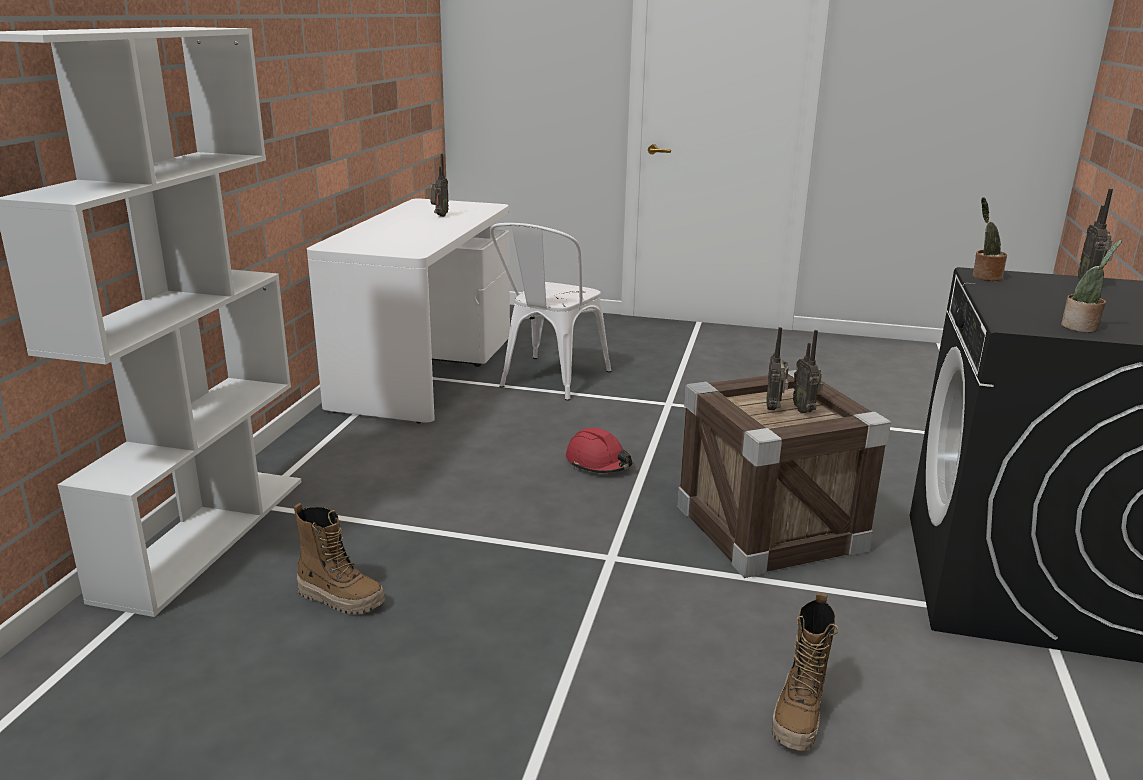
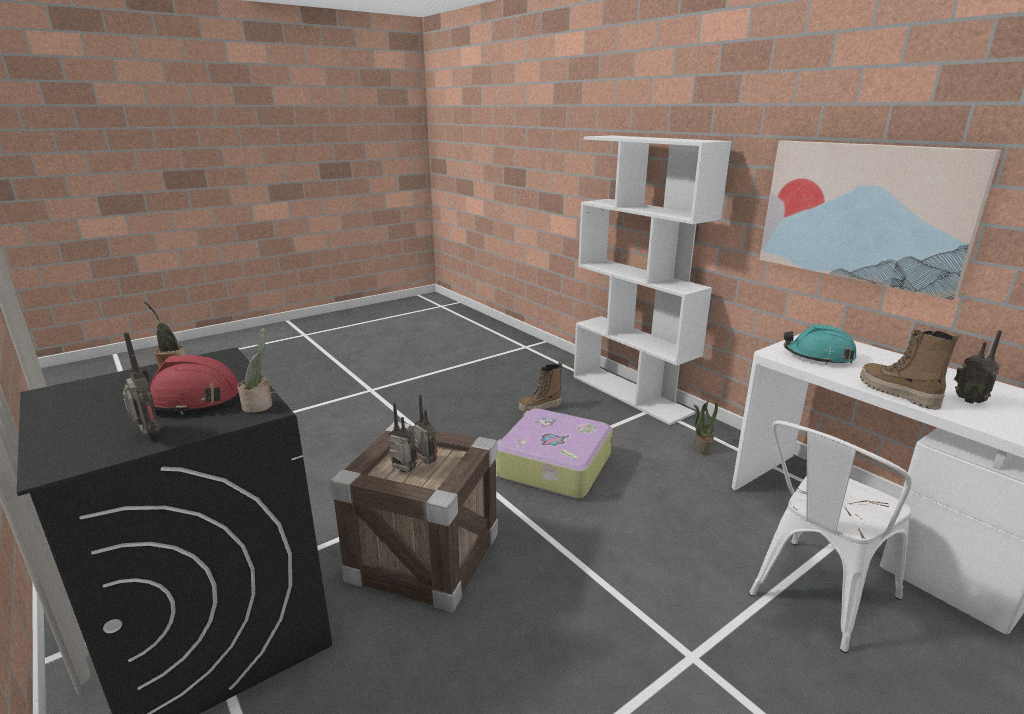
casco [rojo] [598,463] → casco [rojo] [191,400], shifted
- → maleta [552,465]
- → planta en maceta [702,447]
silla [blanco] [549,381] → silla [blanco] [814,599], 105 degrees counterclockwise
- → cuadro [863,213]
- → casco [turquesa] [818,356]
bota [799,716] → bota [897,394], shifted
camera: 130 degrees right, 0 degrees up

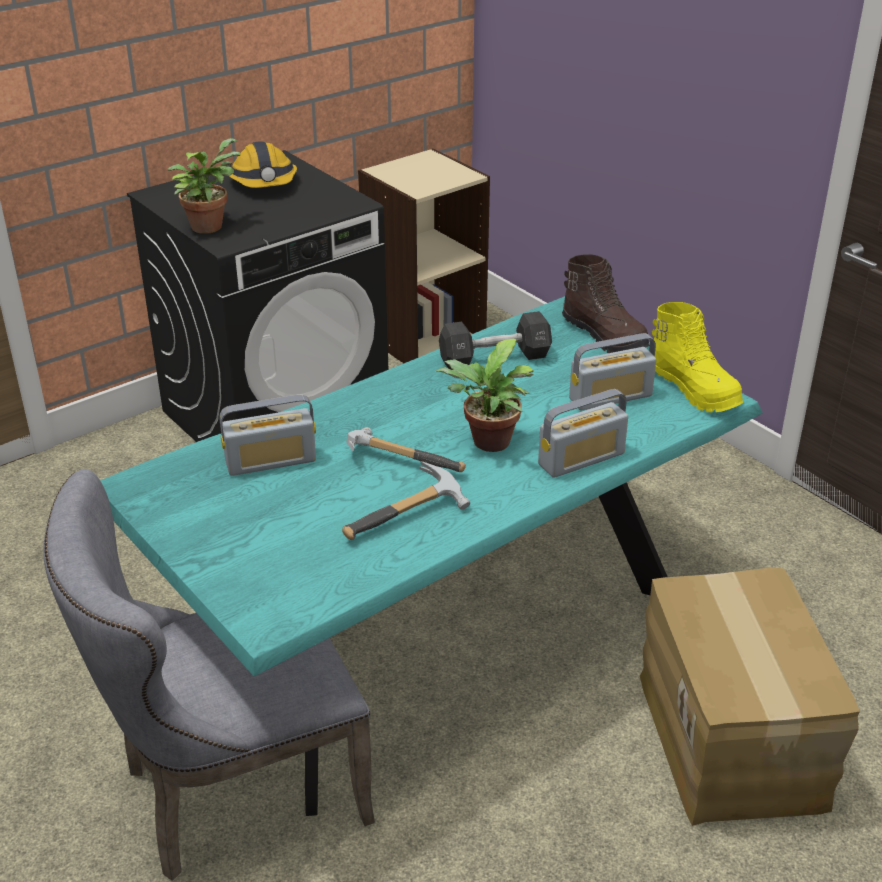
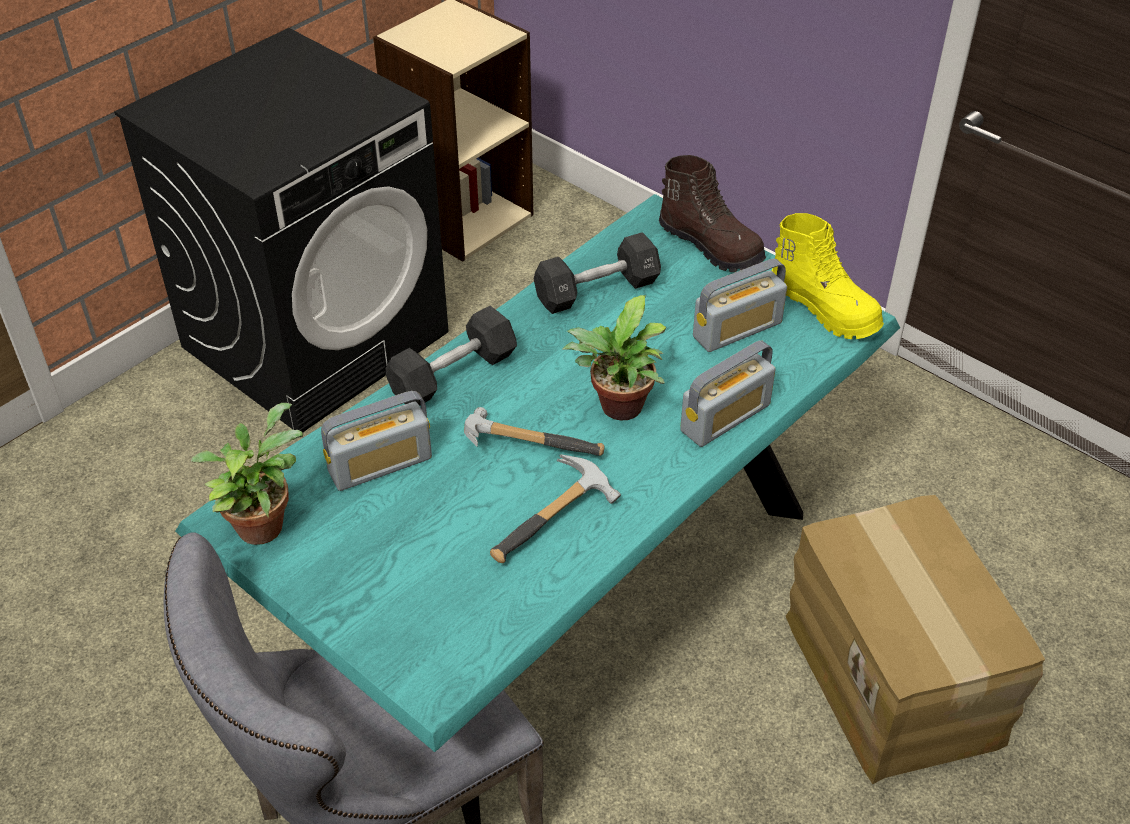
planta en maceta [208,225] → planta en maceta [262,522], shifted
- → mancuerna [negro] [453,374]
casco [264,183] → -
camera: 10 degrees left, 10 degrees up

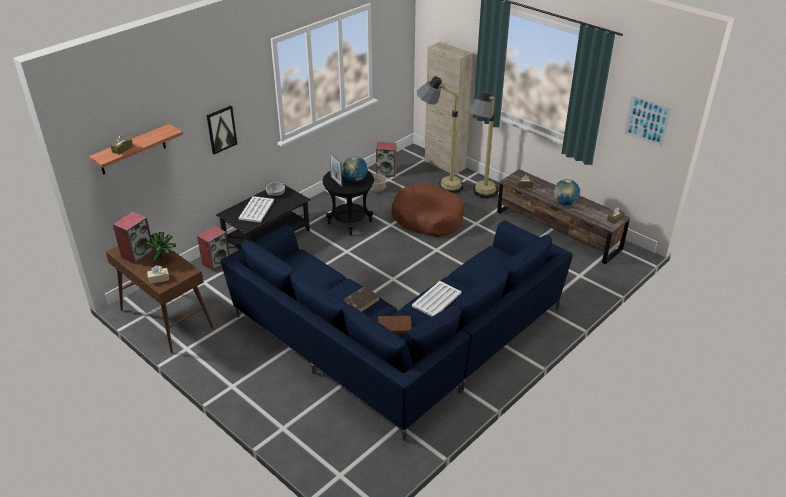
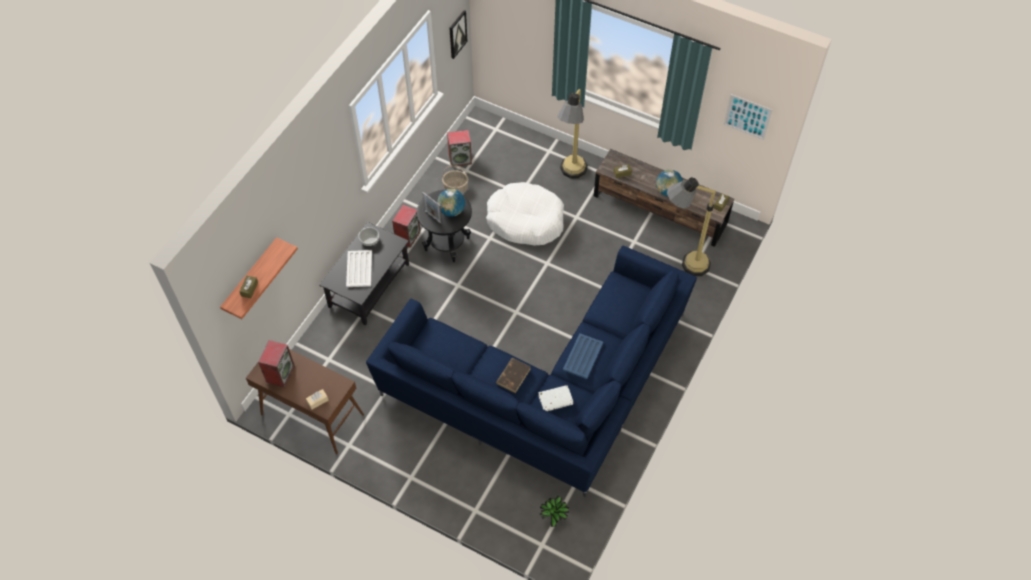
altavoz [216,262] → altavoz [407,236], shifted
cuadro [221,129] → cuadro [457,34], shifted
cama para perro [marrón] [427,218] → cama para perro [blanco] [525,220]
libro [marrón] [394,328] → libro [blanco] [555,400]
planta en maceta [164,260] → planta en maceta [554,517], shifted
bandeja [blanco] [437,299] → bandeja [azul] [583,356]
lámpara de pie [439,186] → lámpara de pie [682,265], shifted
armario [beis] [444,165] → -
camera: 15 degrees left, 20 degrees up

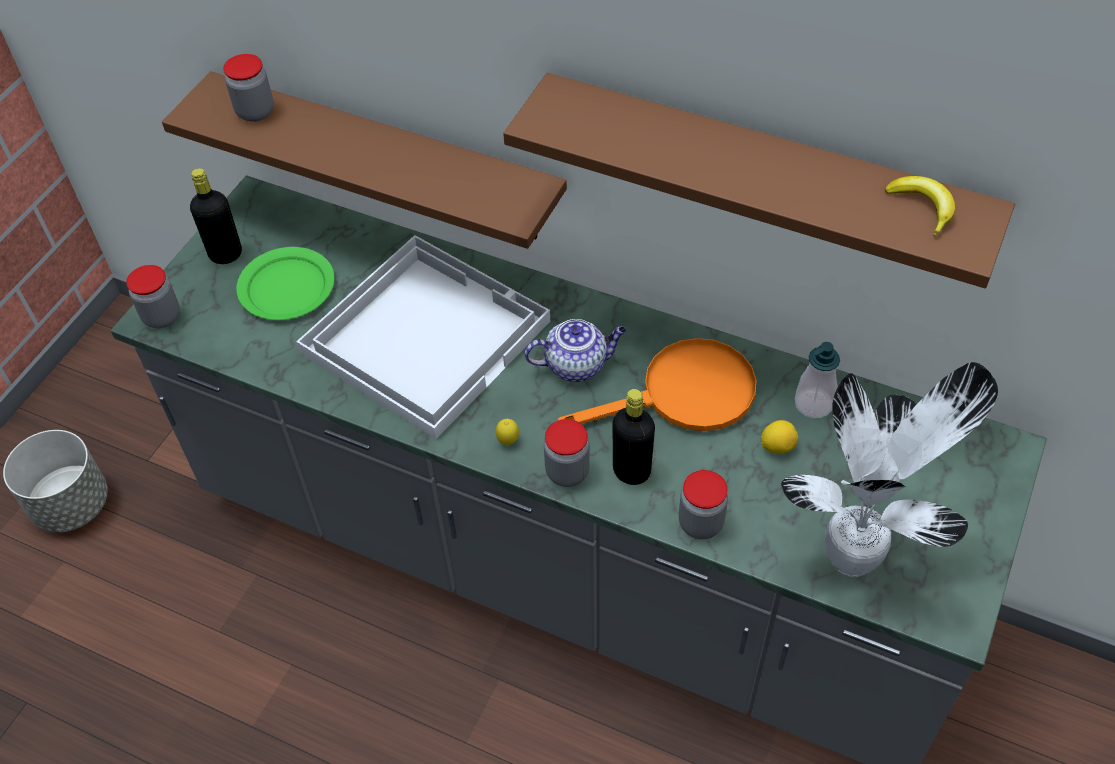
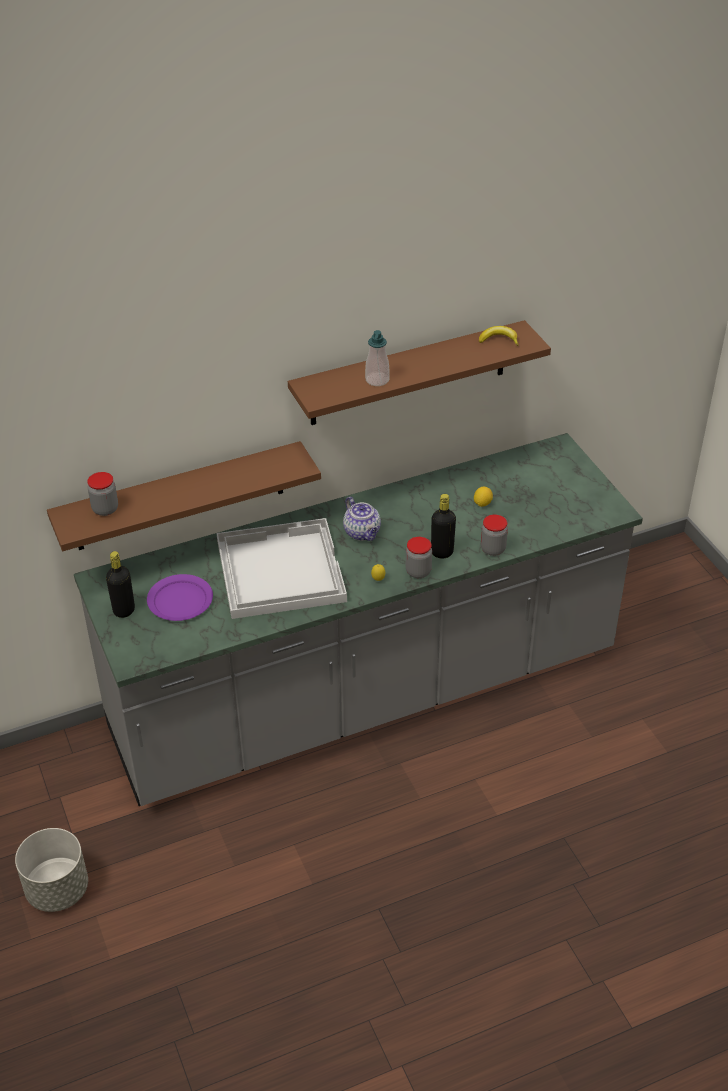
plato [verde] [286,287] → plato [morado] [180,600]
tetera [577,364] → tetera [362,533], 120 degrees clockwise
dispensador de jabón [813,404] → dispensador de jabón [377,380], shifted
tarro [162,316] → -
sartén [naranja] [683,395] → -
planta en maceta [856,557] → -
camera: 50 degrees left, 10 degrees down

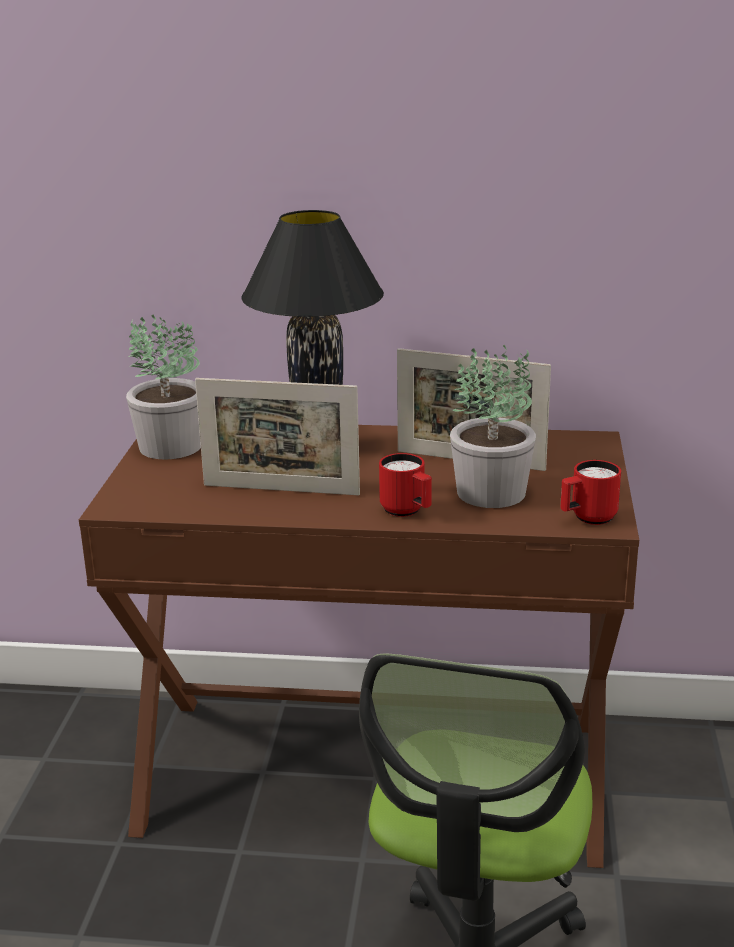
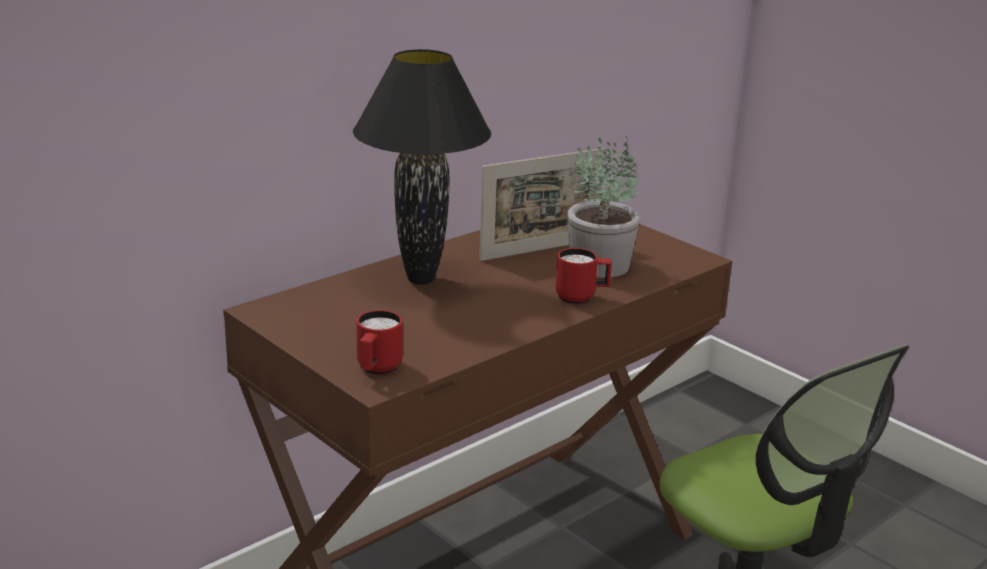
taza grande [rojo] [587,518] → taza grande [rojo] [377,370], shifted
planta en maceta [170,447] → -
portarretratos [281,490] → -
camera: 50 degrees left, 0 degrees up

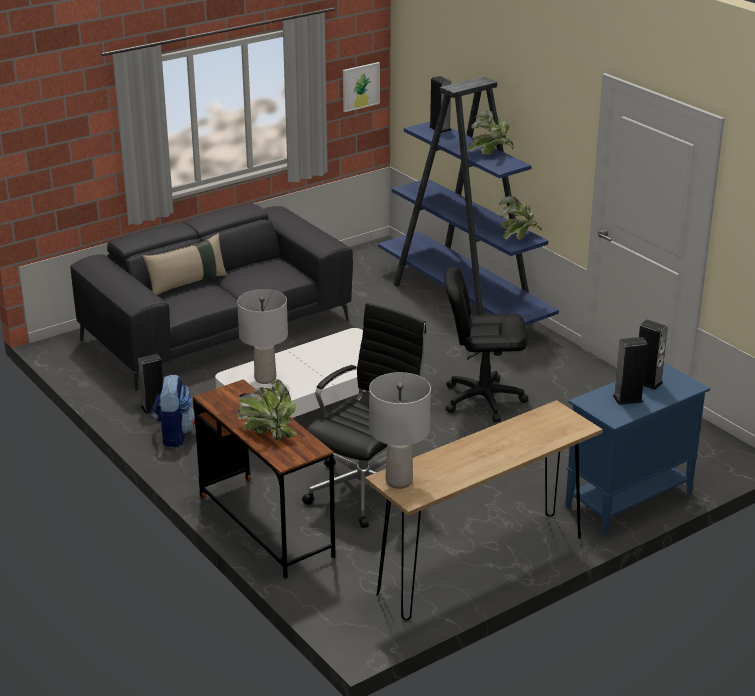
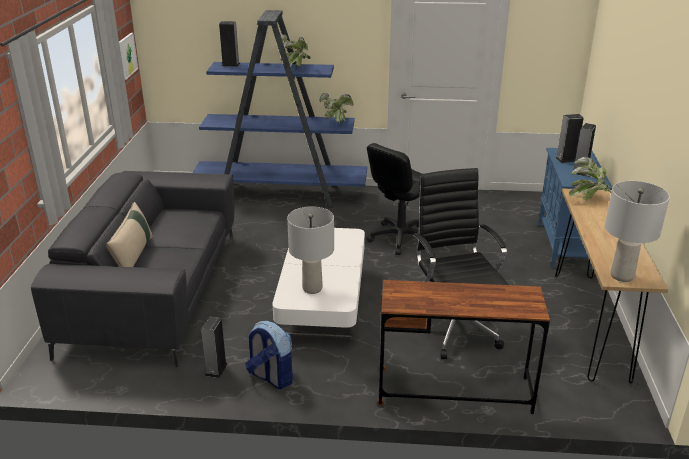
planta en maceta [268,432] → planta en maceta [588,197], shifted
camera: 50 degrees left, 0 degrees up

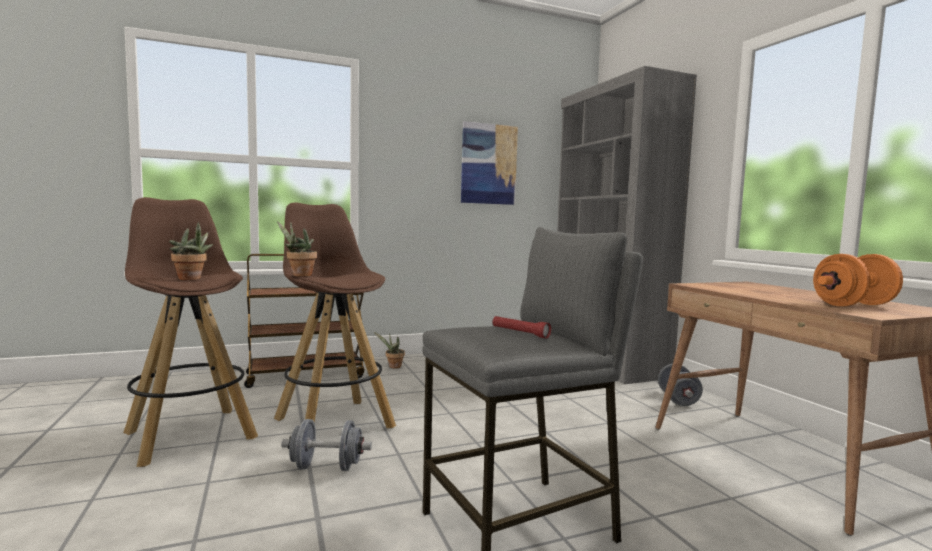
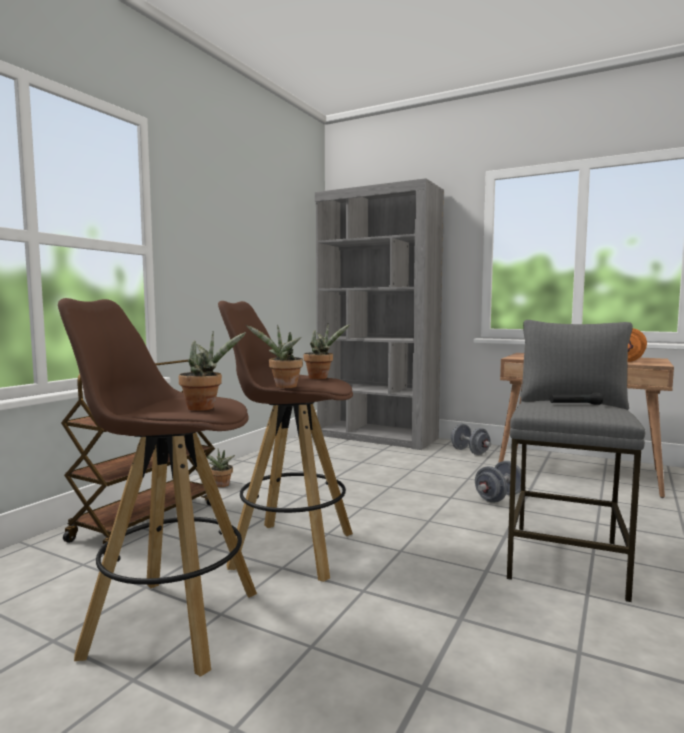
- → planta en maceta [321,378]
mancuerna [gris] [326,467] → mancuerna [gris] [499,498], shifted
linterna [rojo] [520,333] → linterna [negro] [575,404]
cuadro [488,164] → -
camera: 40 degrees left, 0 degrees up

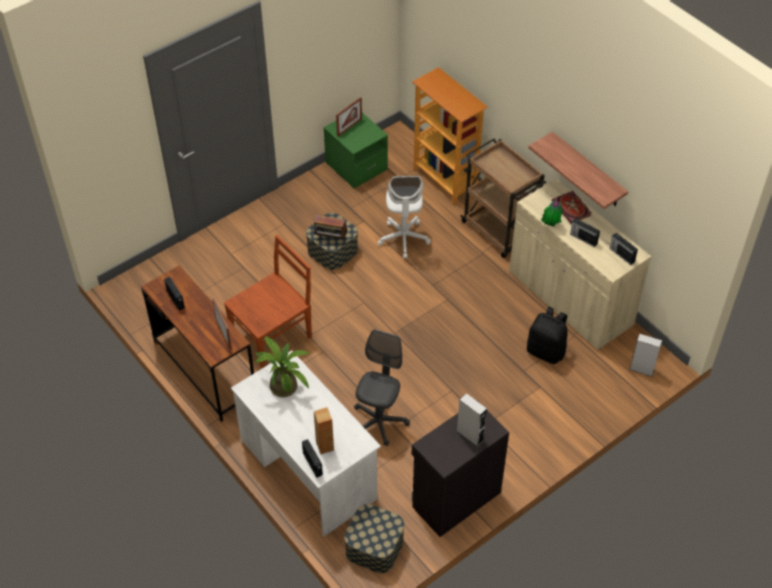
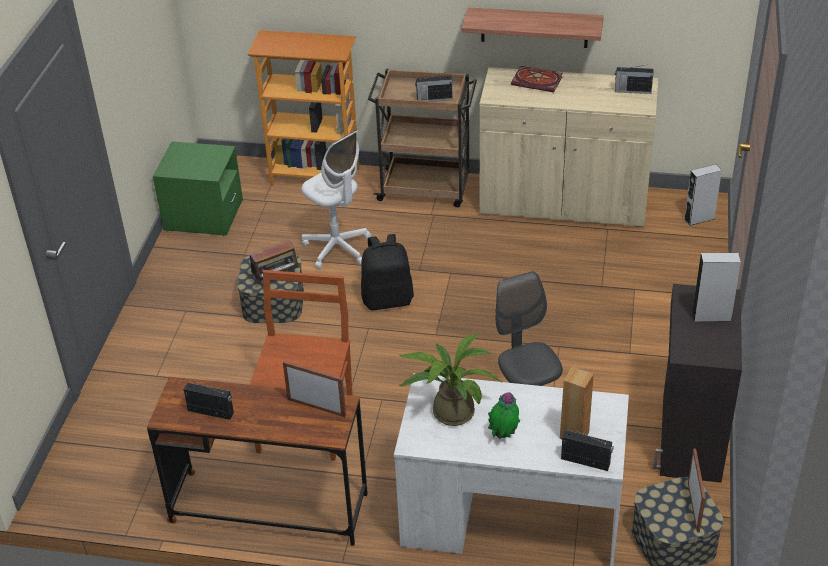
mochila [negro] [546,351] → mochila [negro] [388,299], shifted
radio [583,238] → radio [433,99], shifted
planta en maceta [550,226] → planta en maceta [503,437], shifted
portarretratos [349,127] → portarretratos [693,507], shifted
camera: 40 degrees left, 10 degrees down

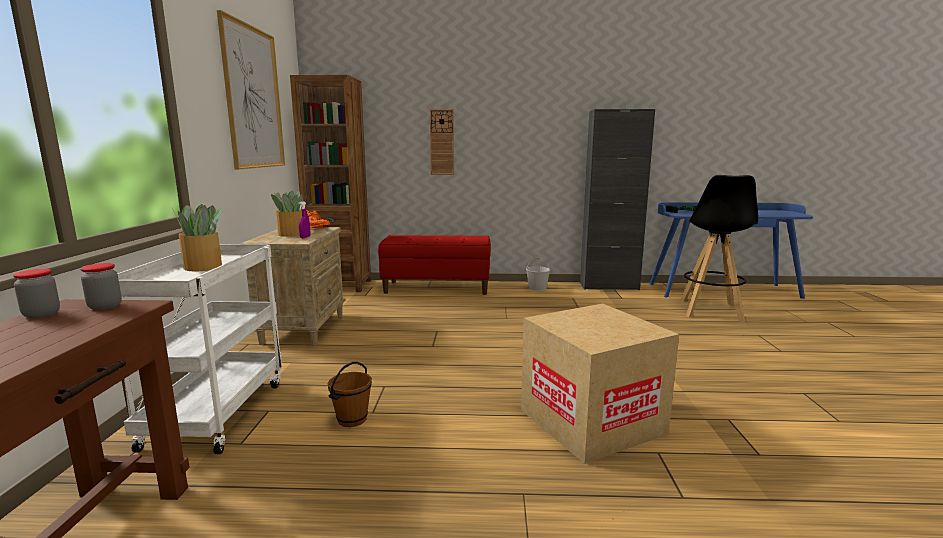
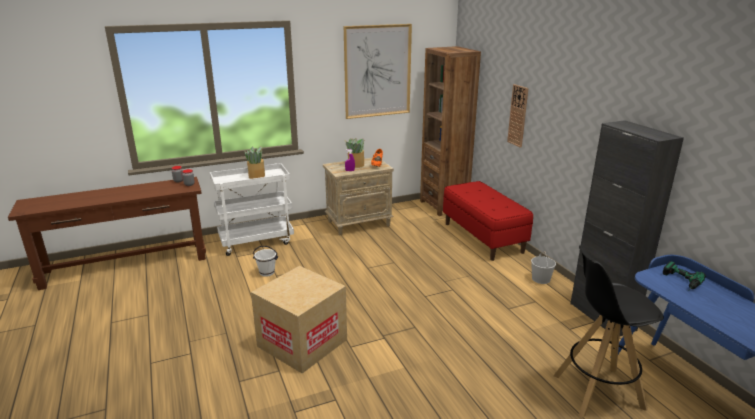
cubo [marrón] [351,419] → cubo [blanco] [267,272]
camera: 65 degrees right, 10 degrees up

